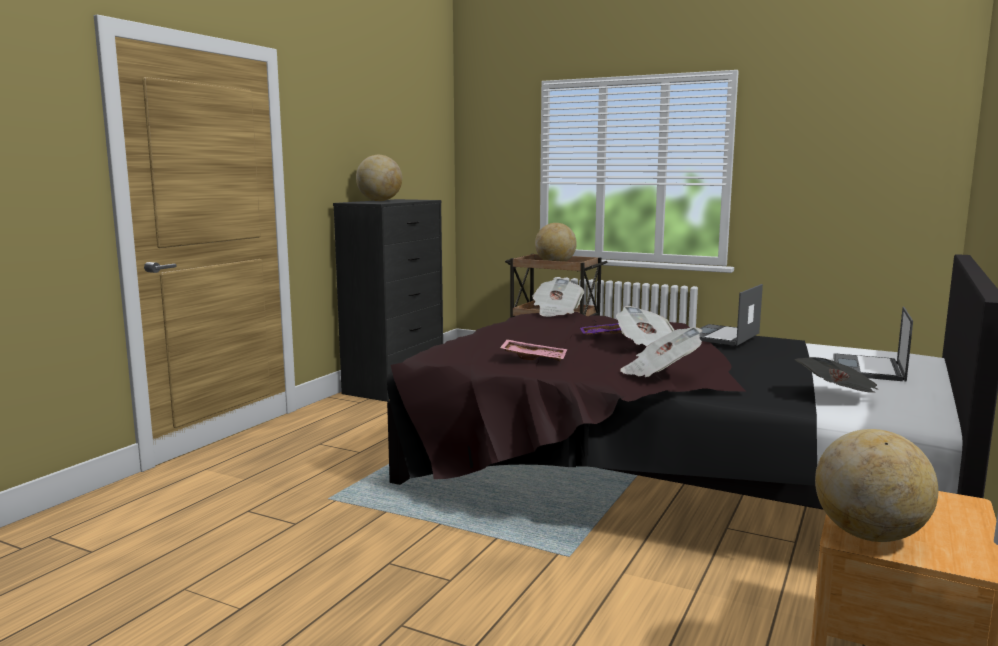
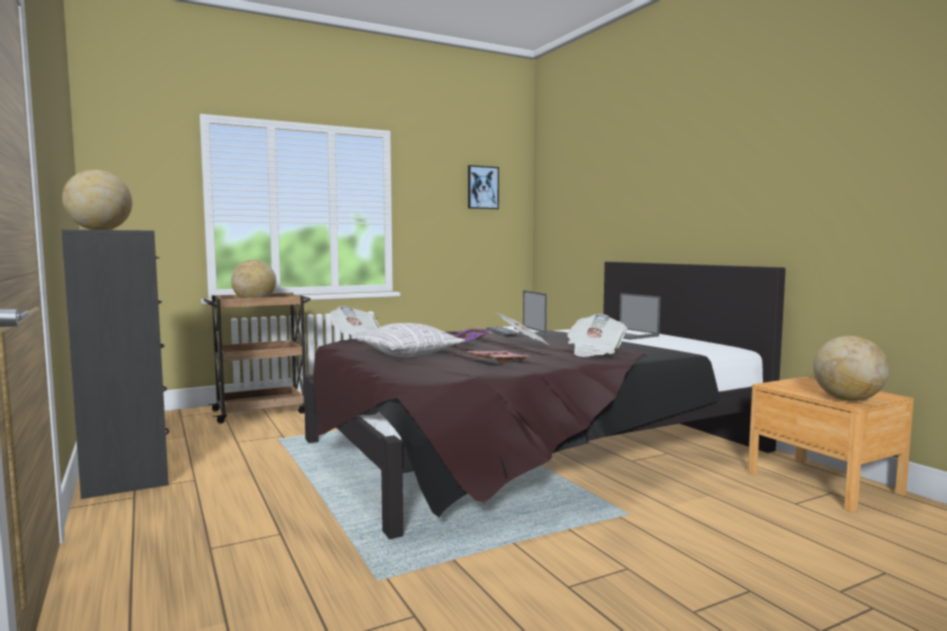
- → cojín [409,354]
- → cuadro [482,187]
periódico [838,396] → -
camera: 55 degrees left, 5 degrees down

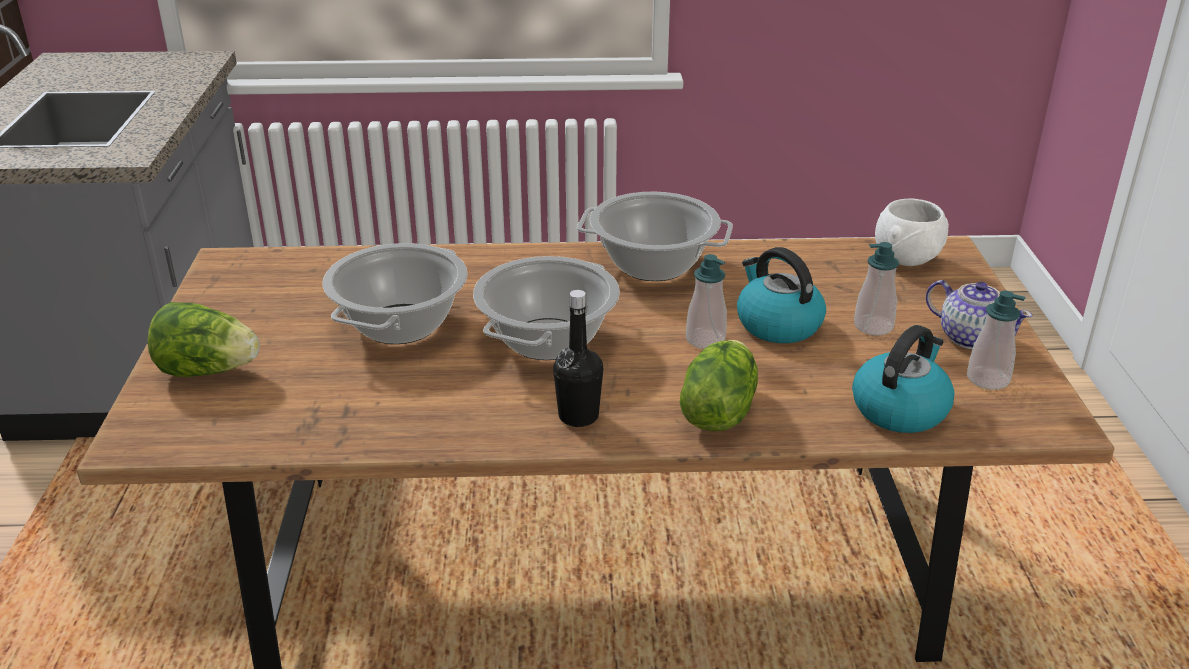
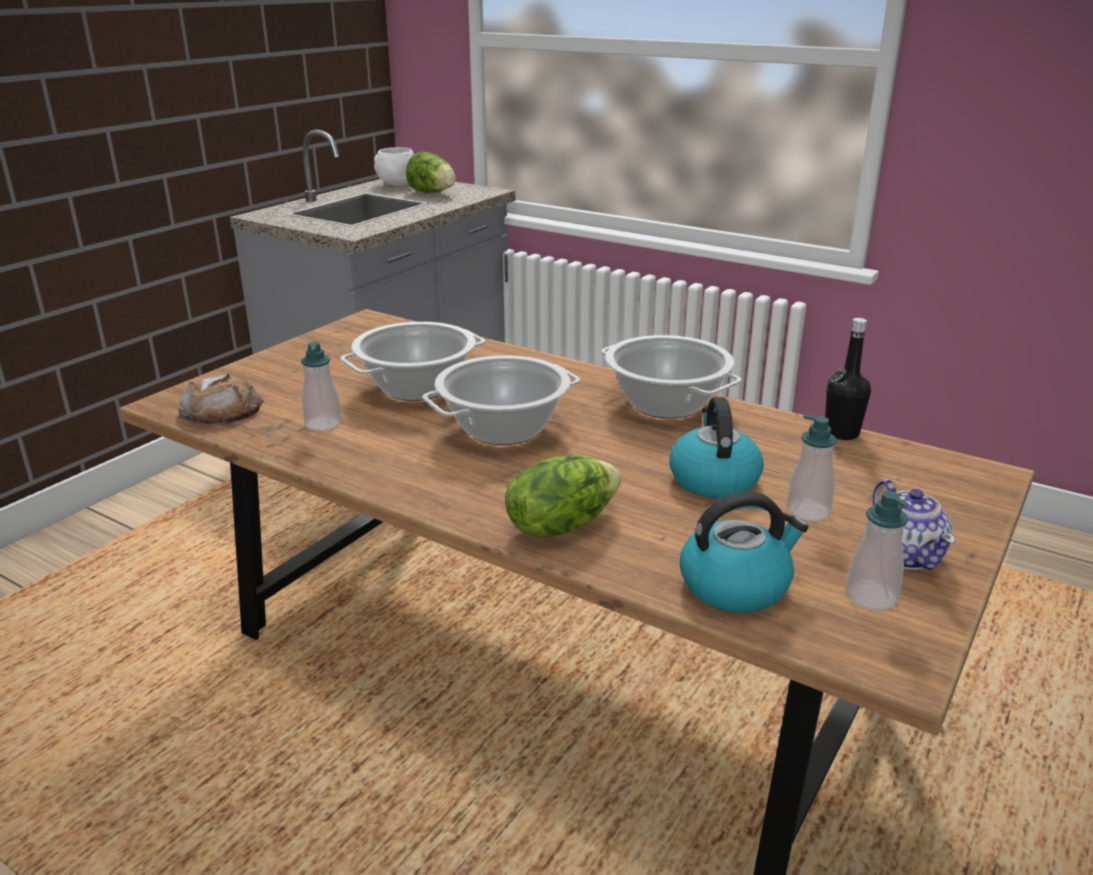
- → pan [222,410]
dispensador de jabón [705,340] → dispensador de jabón [323,424], shifted
cuenco [blanco] [907,261] → cuenco [blanco] [398,185], shifted
lechuga [208,371] → lechuga [433,193], shifted
botella [negro] [578,416] → botella [negro] [841,433], shifted
camera: 35 degrees right, 5 degrees down

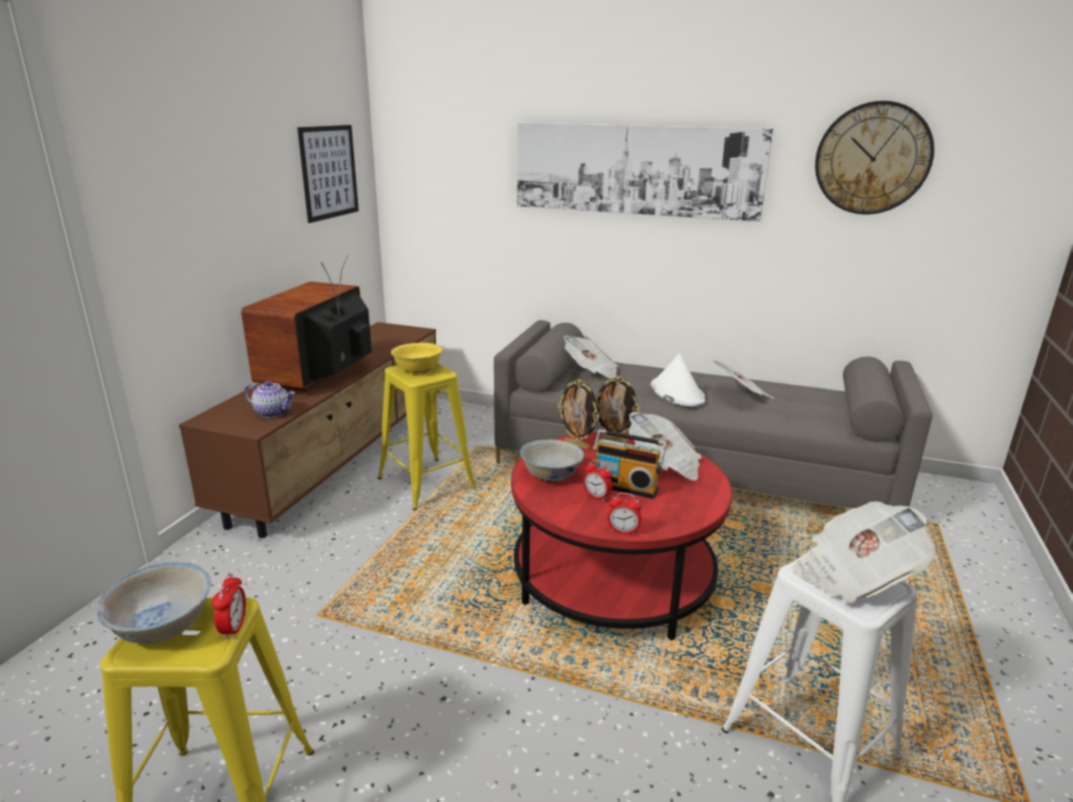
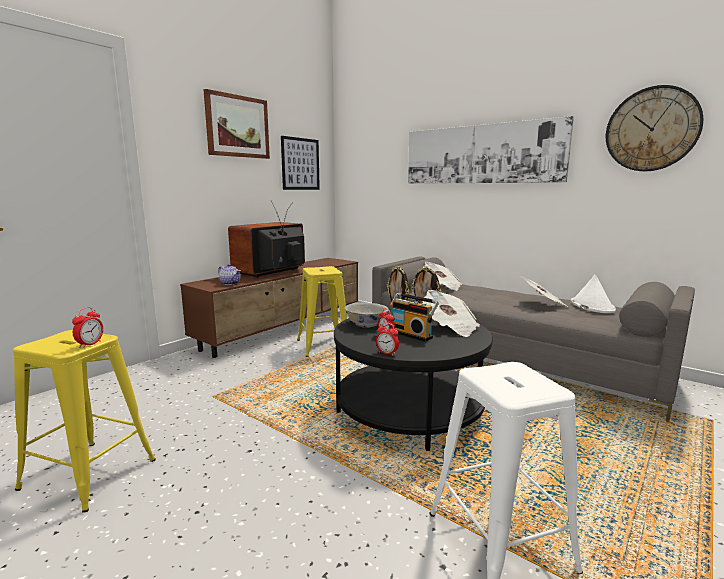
- → cuadro [237,126]
mesa de centro [rojo] [613,577] → mesa de centro [negro] [409,408]
sombrero [blanco] [676,393] → sombrero [blanco] [591,306], shifted
cuenco [blanco] [162,625] → -
cuenco [amarillo] [418,369] → -
periódico [854,576] → -
camera: 20 degrees right, 10 degrees down

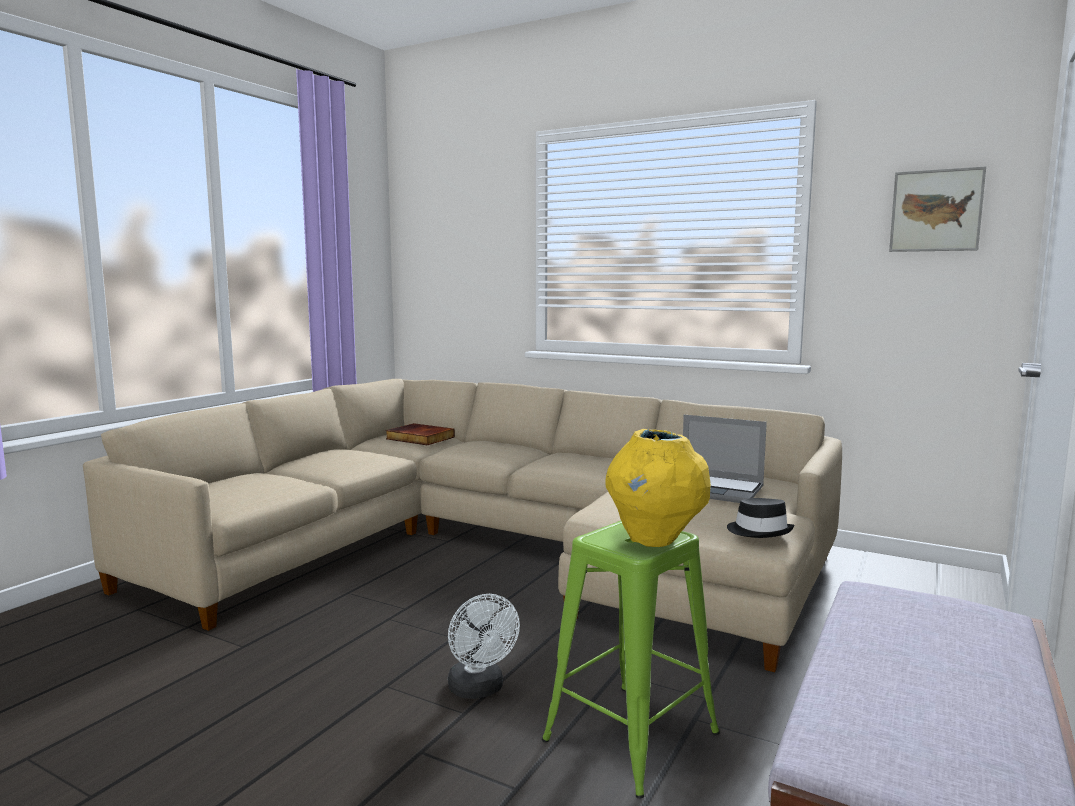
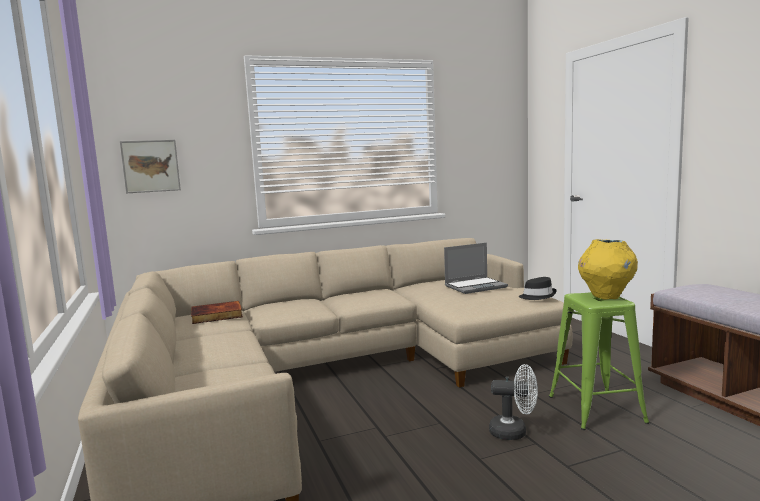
cuadro [936,210] → cuadro [151,166], shifted
camera: 50 degrees left, 0 degrees up

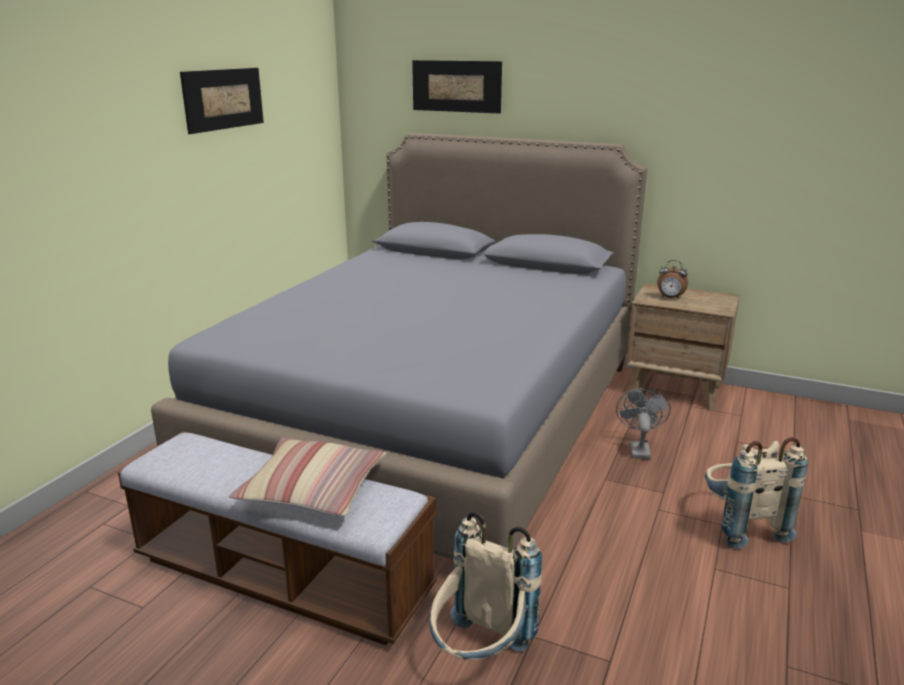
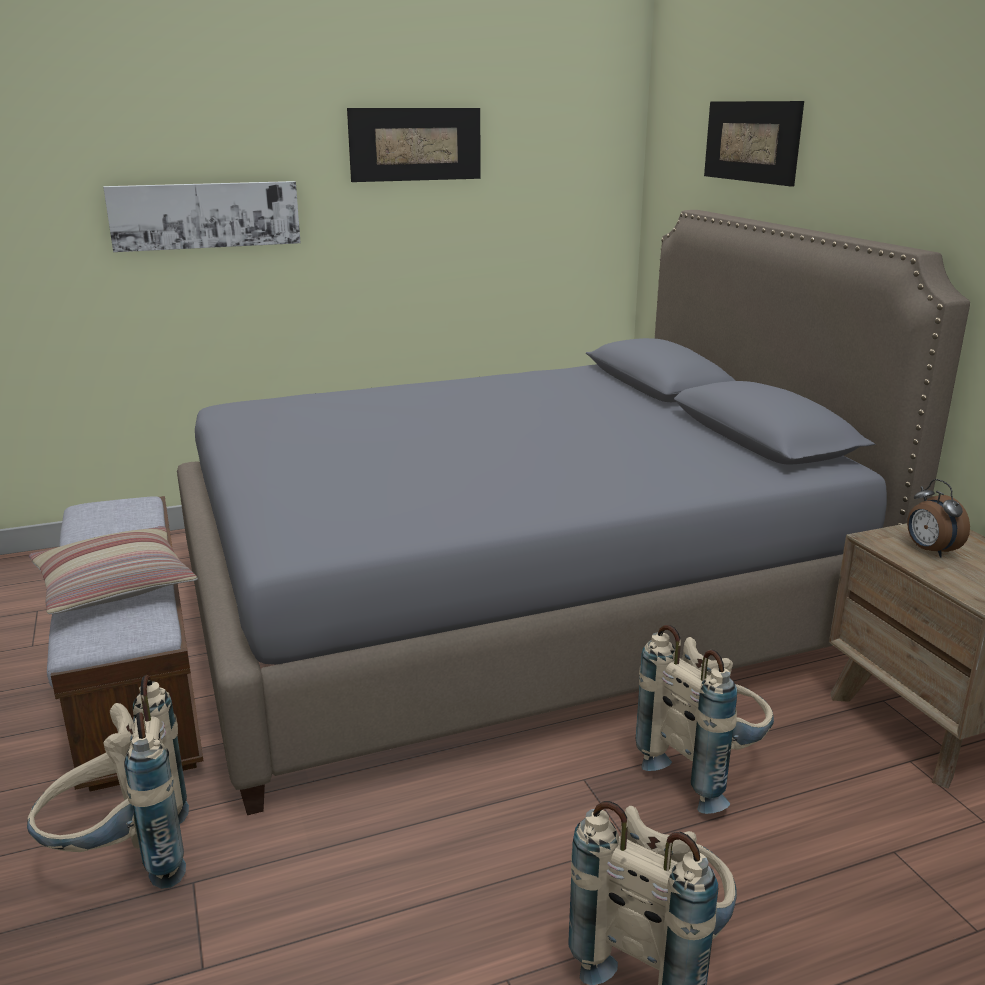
- → cuadro [205,215]
ventilador [gris] [638,448] → mochila [beis] [704,770]
camera: 45 degrees right, 0 degrees up

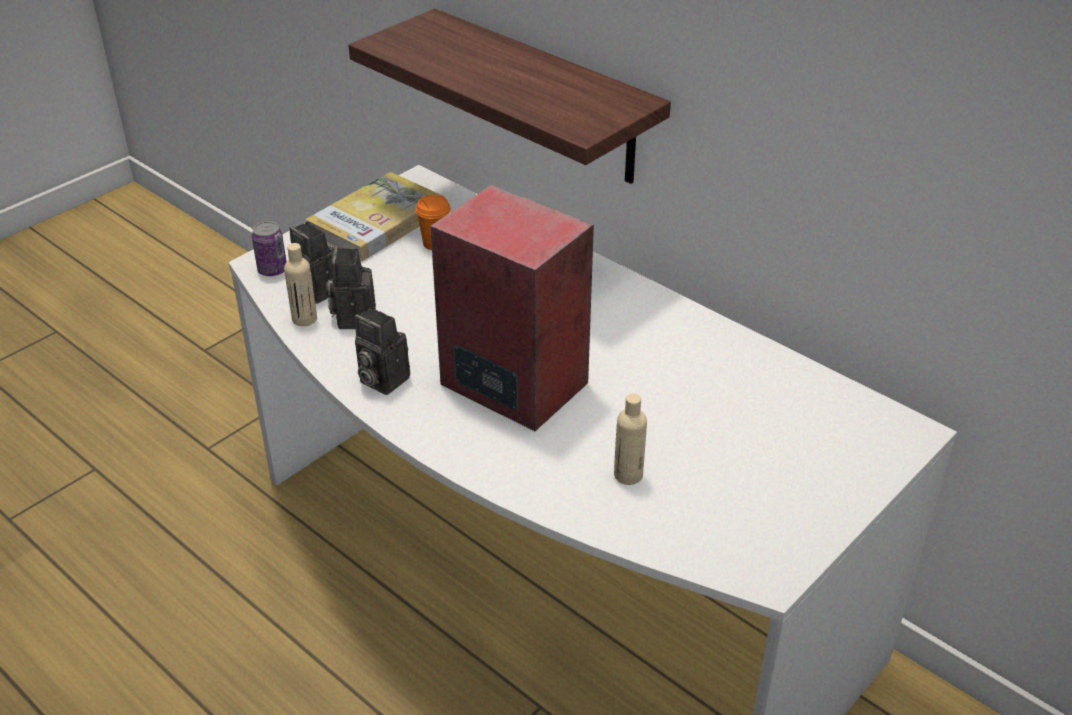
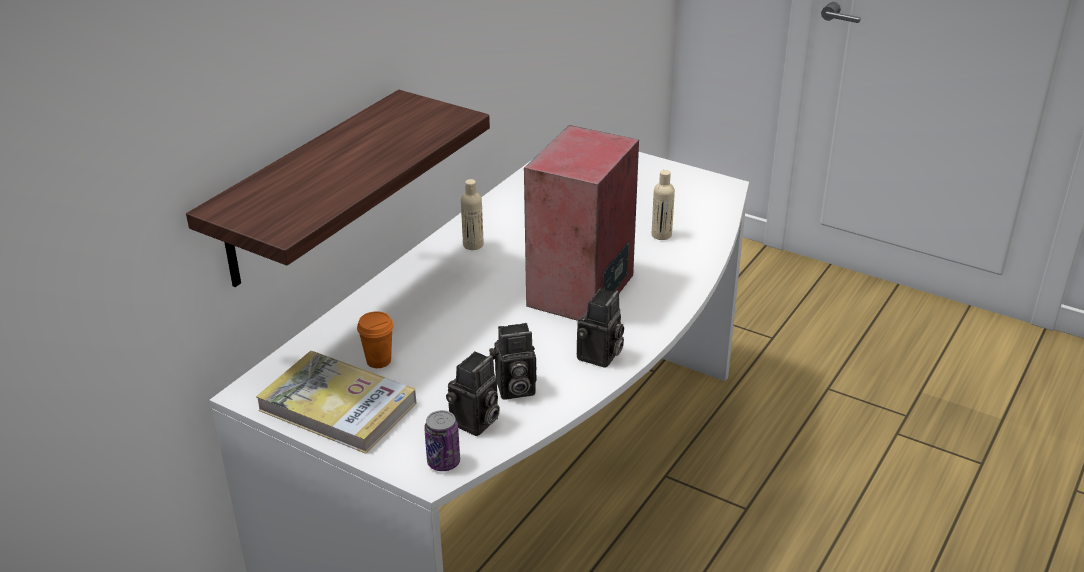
botella [beis] [304,319] → botella [beis] [473,245], shifted
camera: 100 degrees left, 5 degrees down

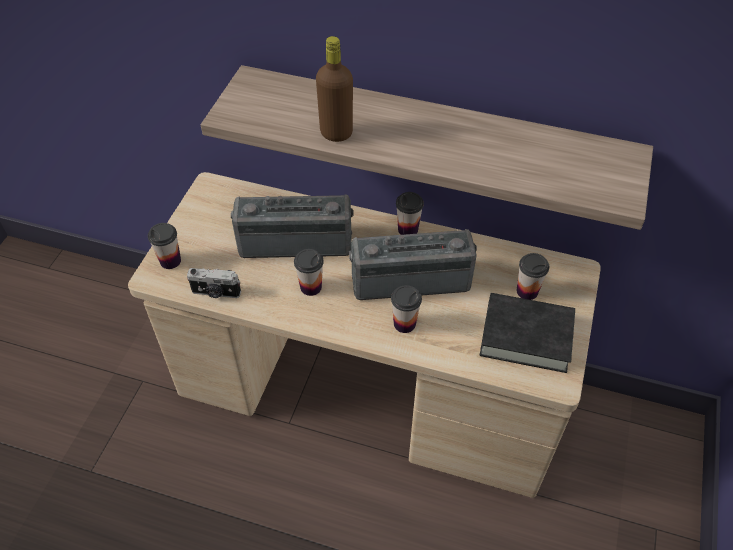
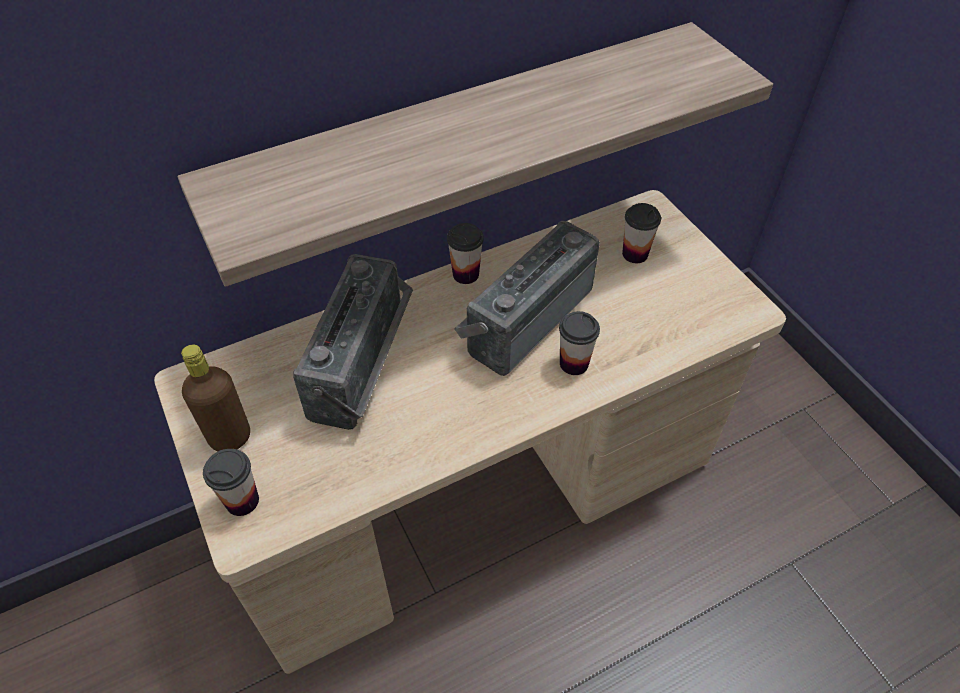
botella [marrón] [336,133] → botella [marrón] [230,437], shifted
radio [296,240] → radio [365,366], 150 degrees clockwise
cámara [216,293] → -
taza [311,287] → -
libro [negro] [526,336] → -
camera: 45 degrees left, 0 degrees up

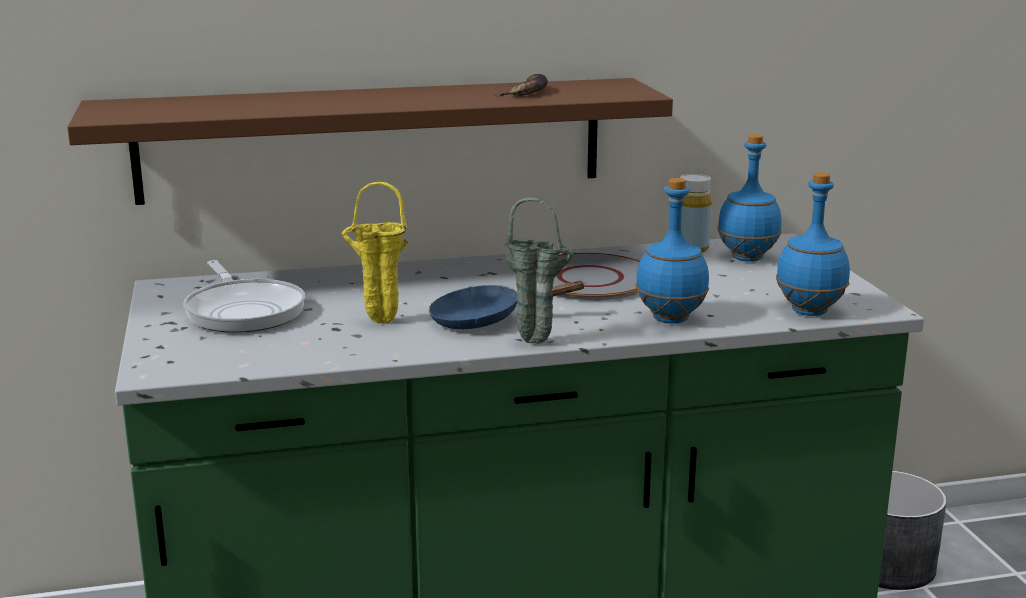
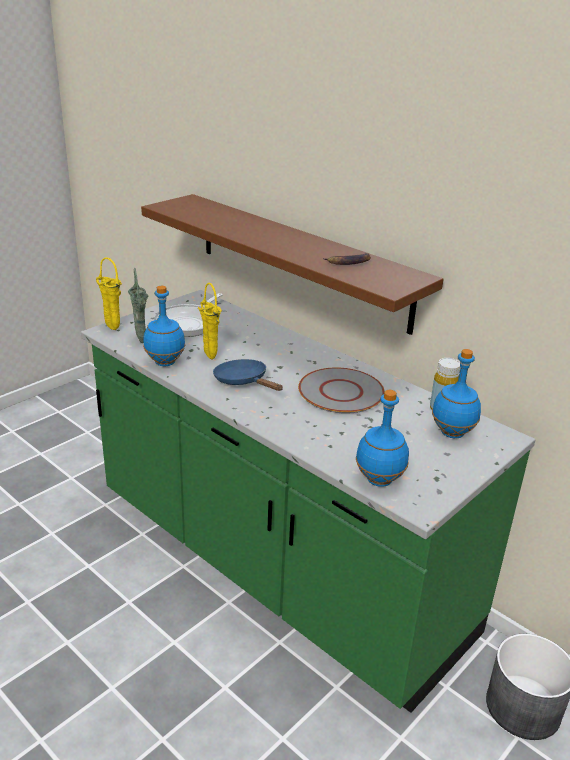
- → florero [amarillo] [111,328]
florero [verde] [538,343] → florero [verde] [141,343], shifted
botella [azul] [671,319] → botella [azul] [164,363], shifted
camera: 55 degrees right, 10 degrees up

